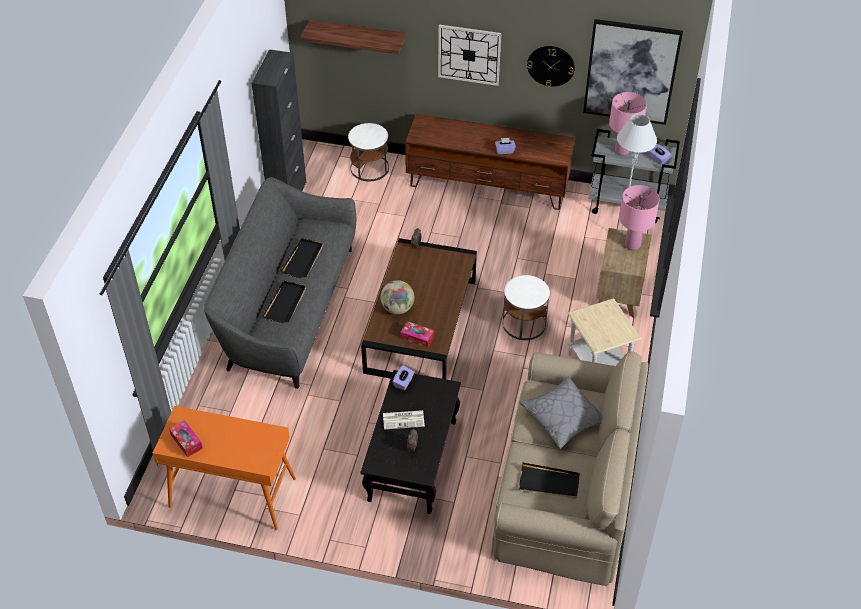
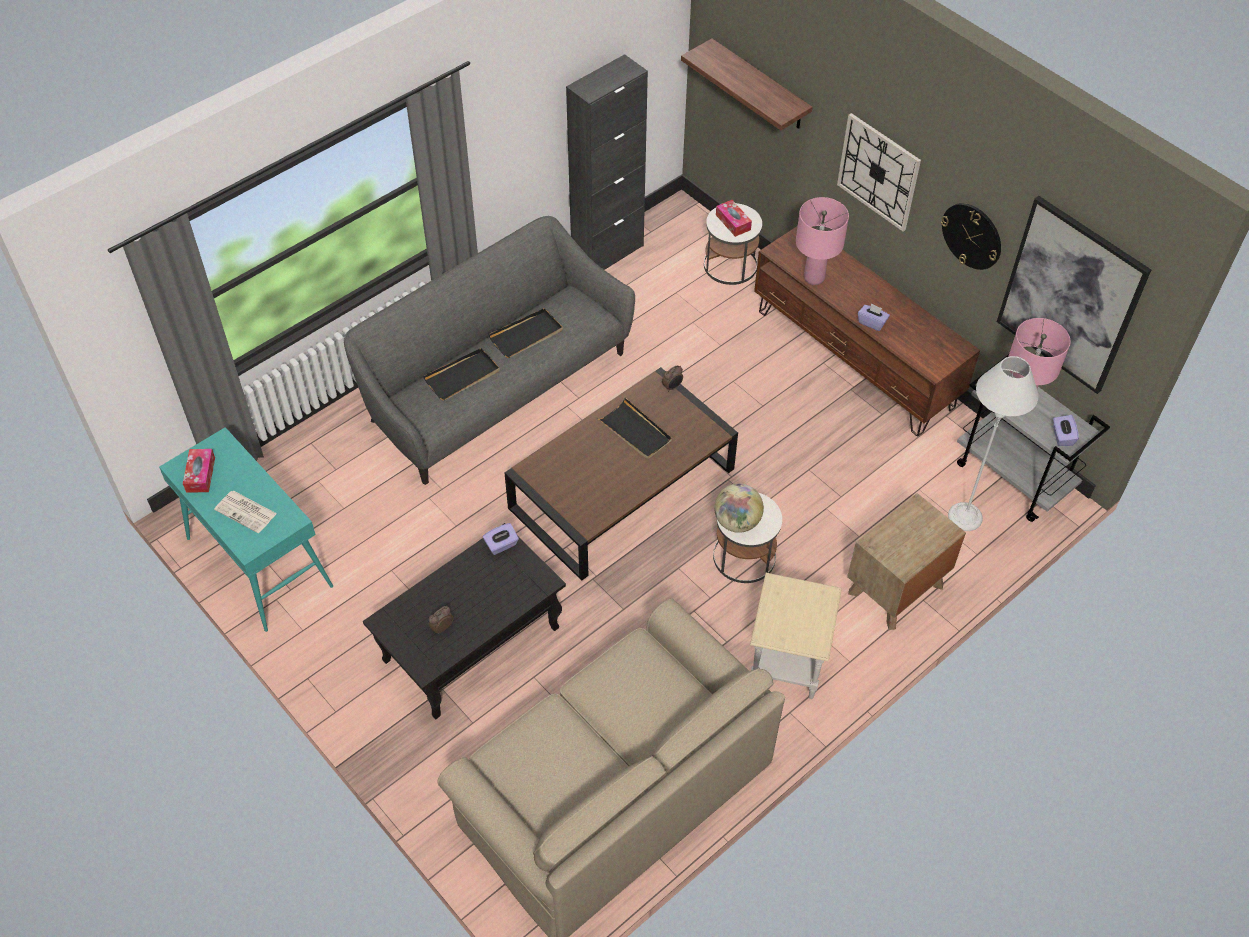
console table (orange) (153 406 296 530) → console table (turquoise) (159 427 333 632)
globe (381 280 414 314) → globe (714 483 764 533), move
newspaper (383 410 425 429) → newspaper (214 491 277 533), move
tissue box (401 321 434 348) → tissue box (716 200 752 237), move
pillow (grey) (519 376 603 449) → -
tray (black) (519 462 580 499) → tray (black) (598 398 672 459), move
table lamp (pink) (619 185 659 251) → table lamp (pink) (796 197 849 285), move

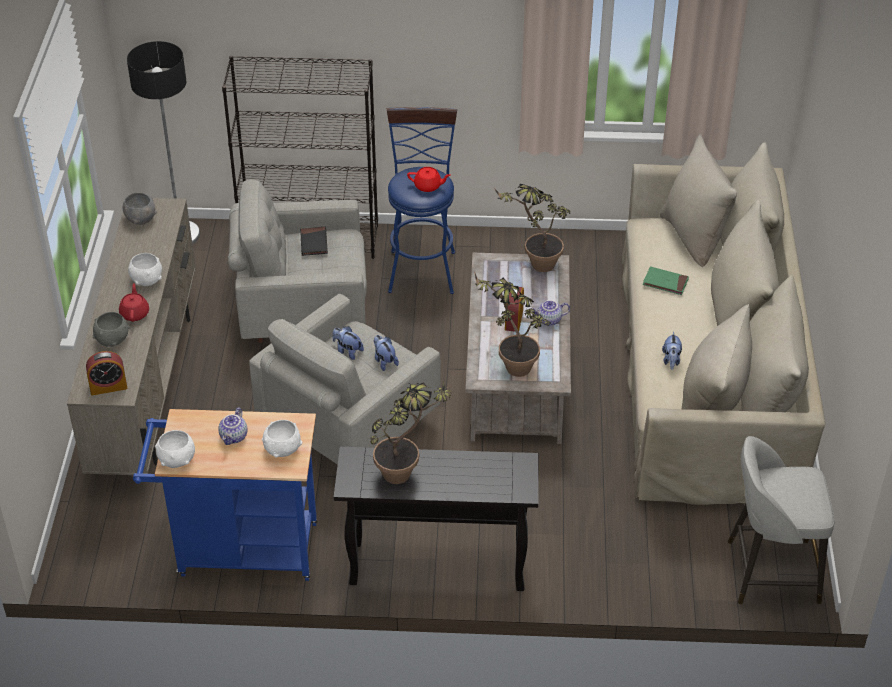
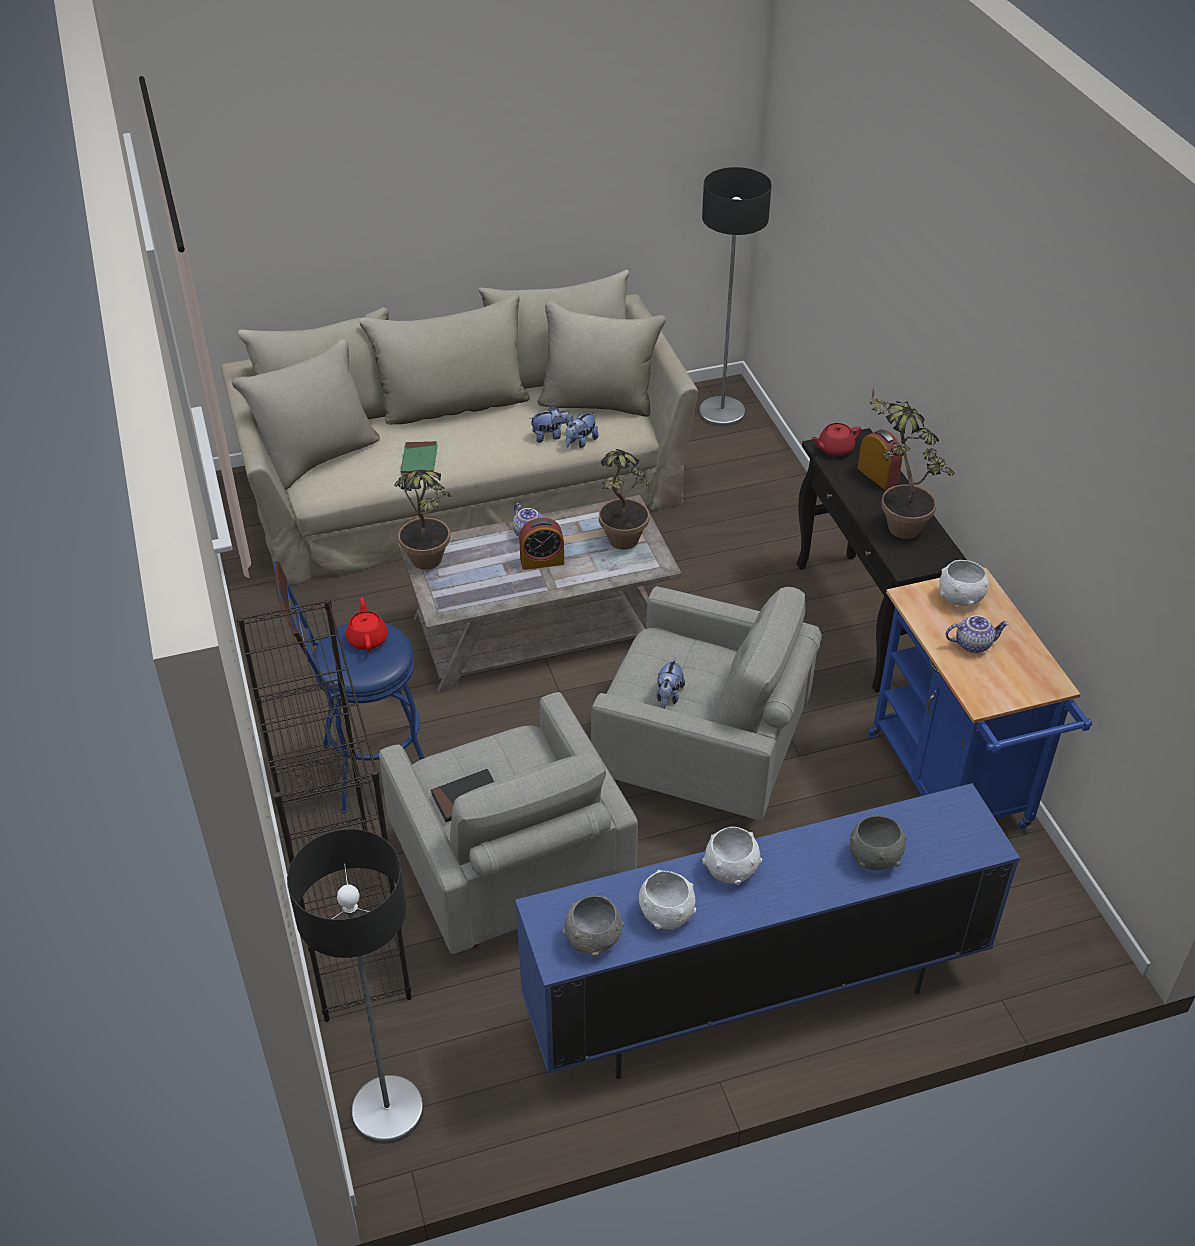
tv stand (beige) (67 198 196 475) → tv stand (blue) (515 783 1020 1079)
alarm clock (86 351 127 395) → alarm clock (857 429 903 490), move
teapot (red) (119 283 149 322) → teapot (red) (811 423 862 456), move
bowl (white) (155 430 195 468) → bowl (white) (639 870 696 929), move
plush toy (374 335 399 371) → plush toy (566 412 598 448), move
stool (grey) (728 436 834 604) → floor lamp (699 167 772 427)

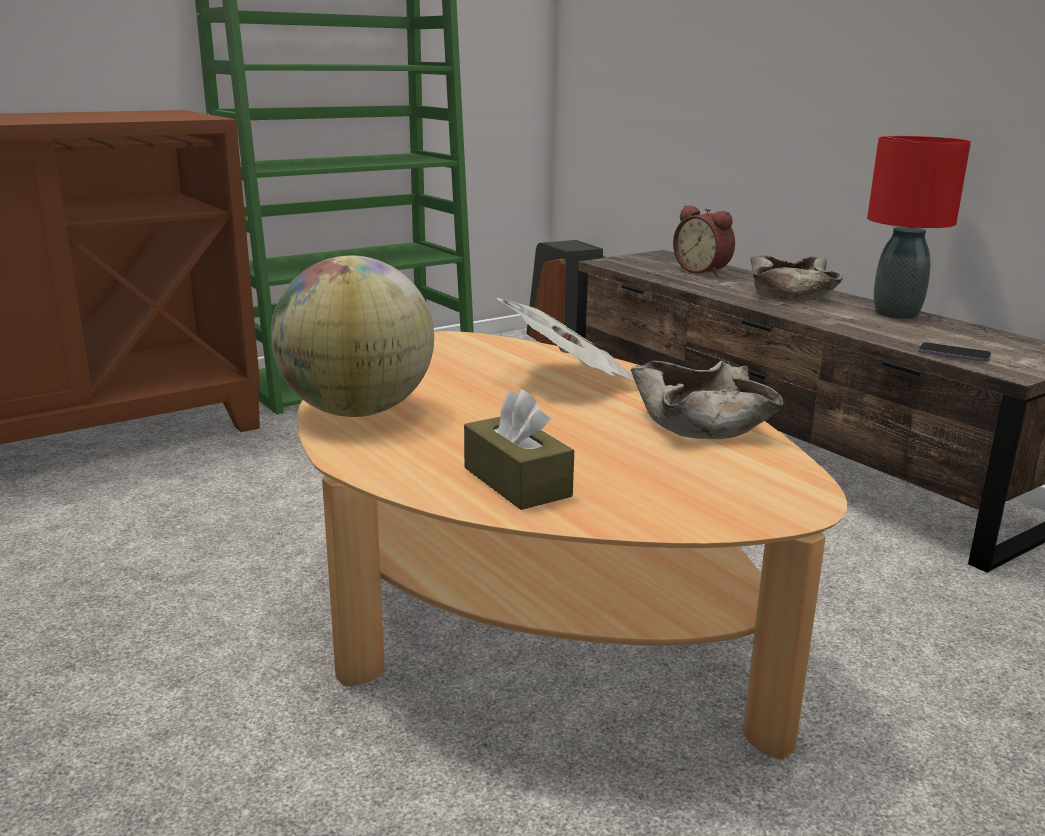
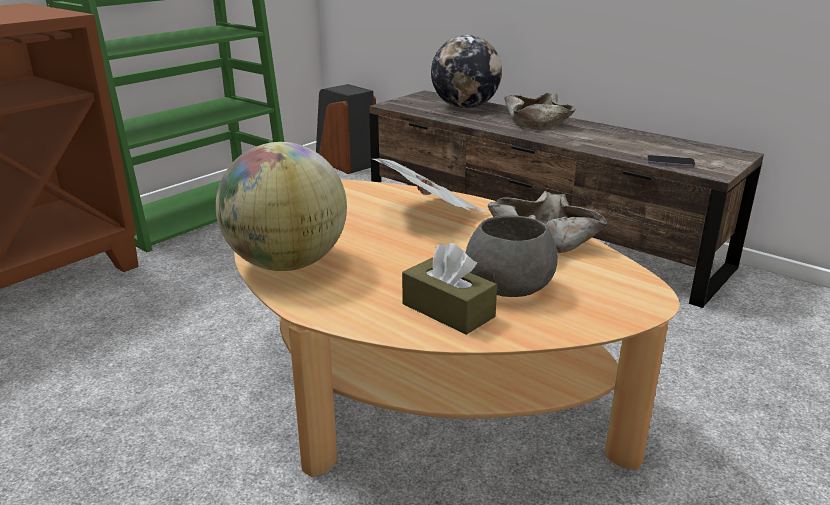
alarm clock (673 205 735 276) → globe (431 35 502 108)
table lamp (red) (867 136 971 319) → -
- → bowl (grey) (466 215 558 297)

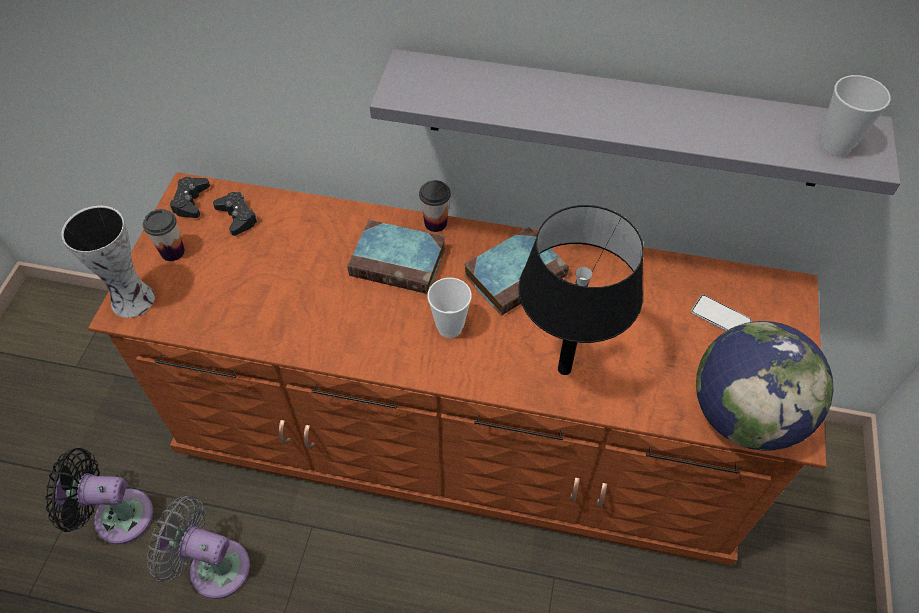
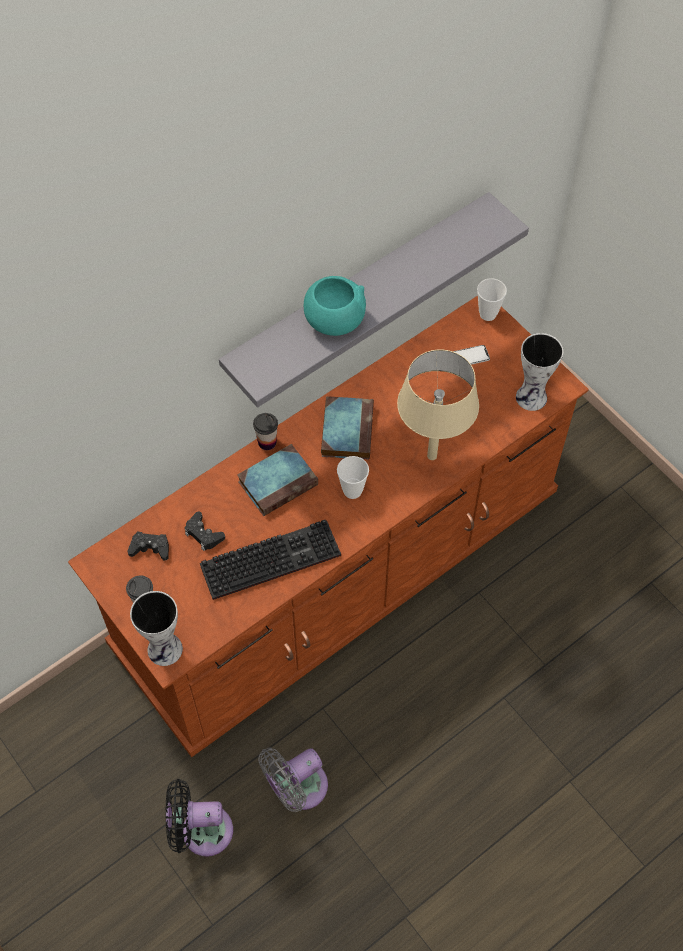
fan (black) (45 448 153 544) → fan (black) (165 779 233 857), 45 degrees clockwise
game controller (black) (170 177 210 218) → game controller (black) (185 511 225 551), move
table lamp (black) (518 205 644 375) → table lamp (beige) (397 349 479 460)
globe (696 321 834 451) → vase (516 333 563 411)
cup (820 75 891 157) → cup (477 278 507 321), move
- → keyboard (200 520 341 600)
- → bowl (turquoise) (304 276 366 336)

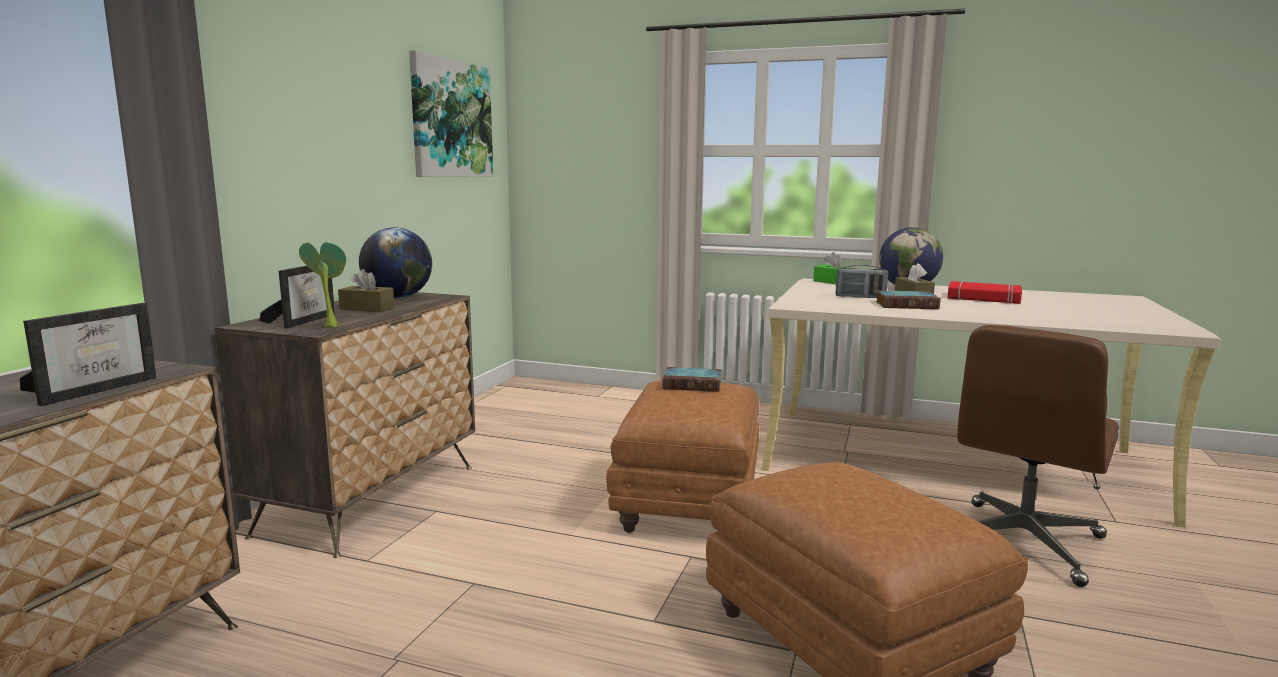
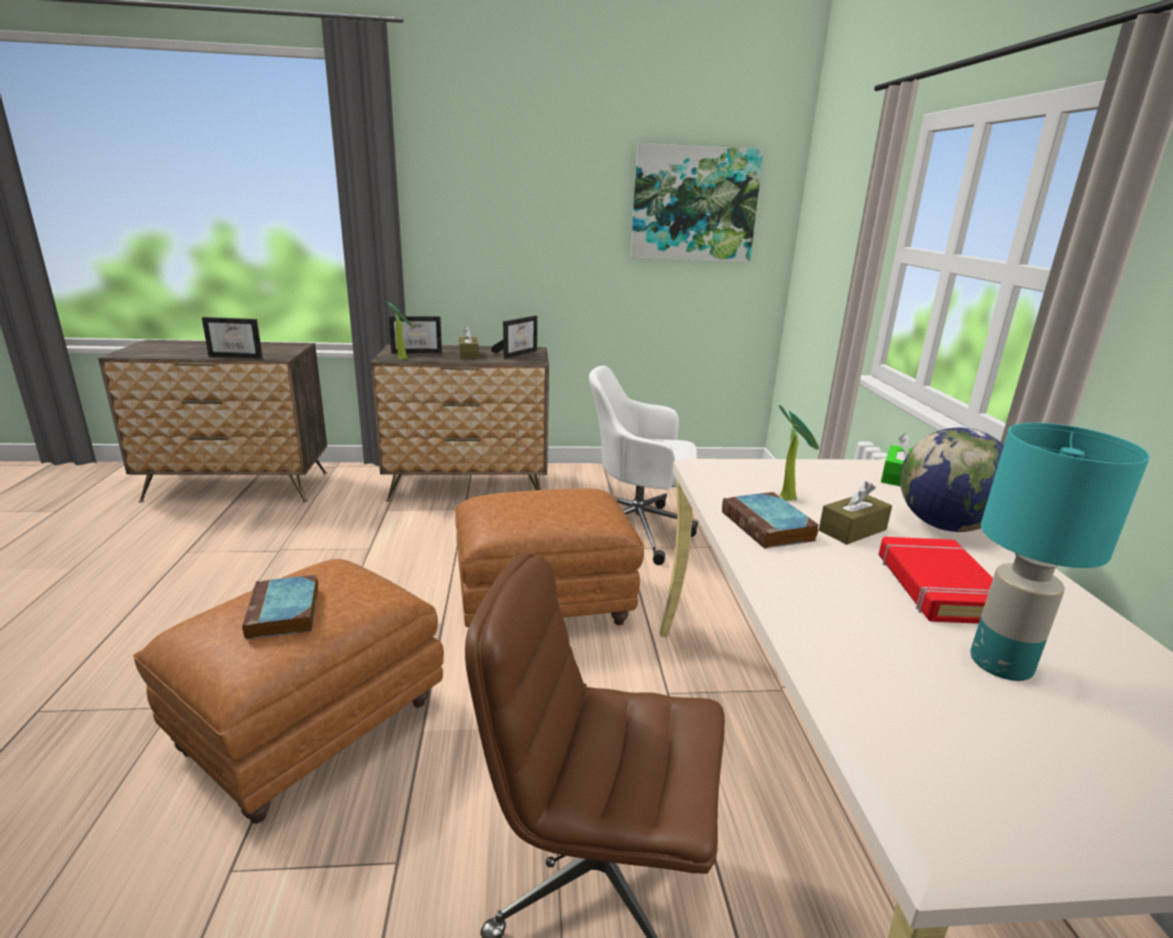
globe (359 227 432 298) → picture frame (491 316 537 359)
book (663 367 721 392) → book (242 575 318 640), move
radio (836 265 888 298) → potted plant (779 404 819 501)
- → office chair (white) (589 366 698 565)
- → table lamp (turquoise) (970 423 1150 681)

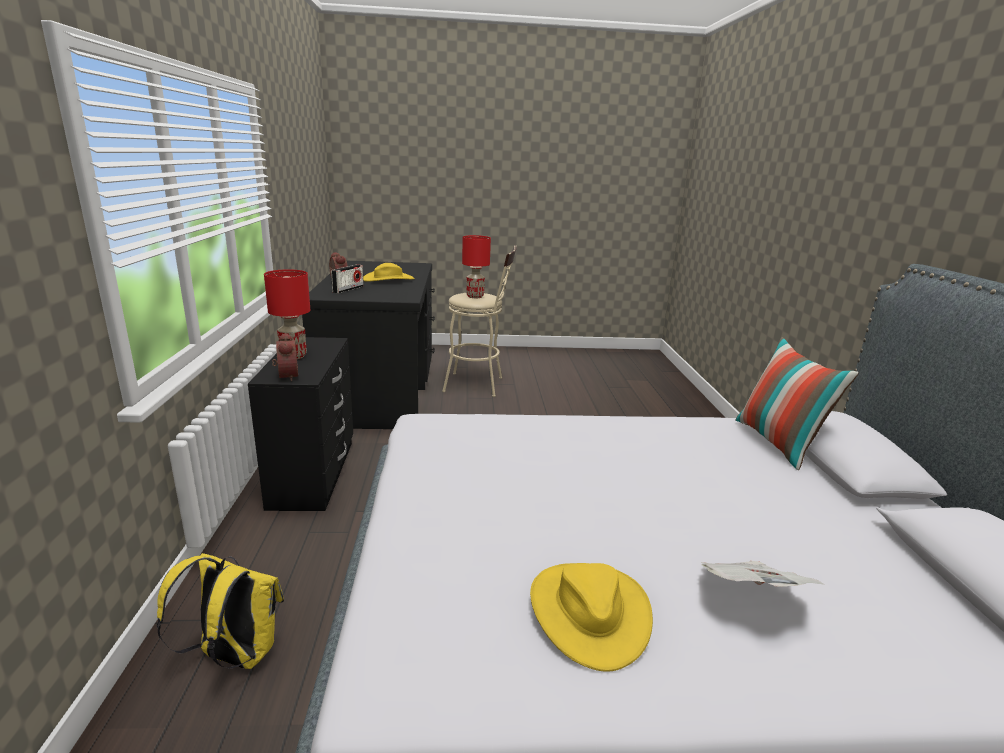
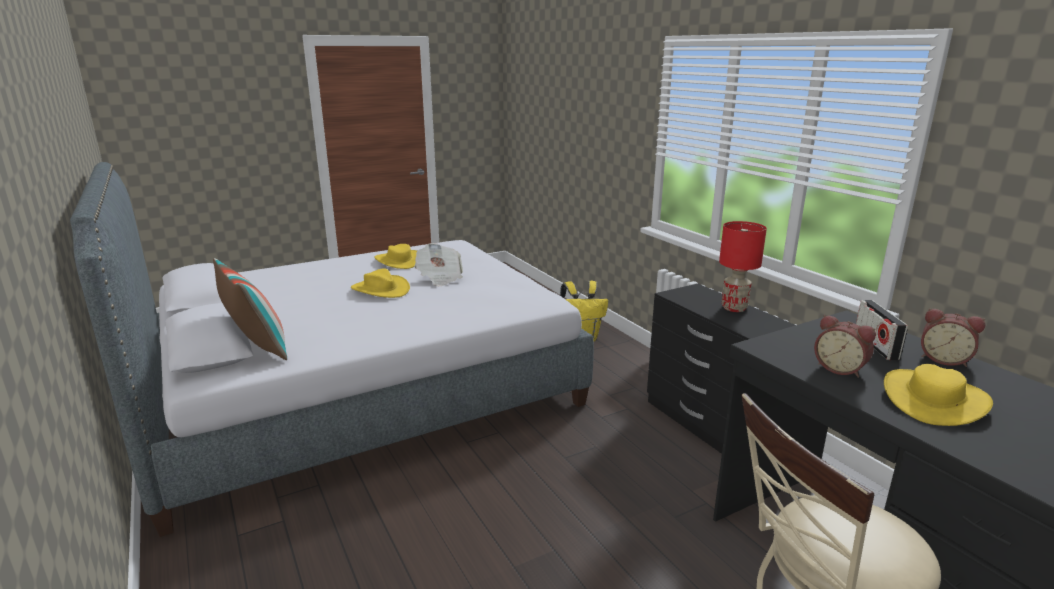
alarm clock (272 333 298 381) → alarm clock (814 315 876 378), move
table lamp (red) (462 235 491 298) → -
newspaper (701 561 824 587) → newspaper (415 243 463 286), move
- → hat (yellow) (351 268 410 298)

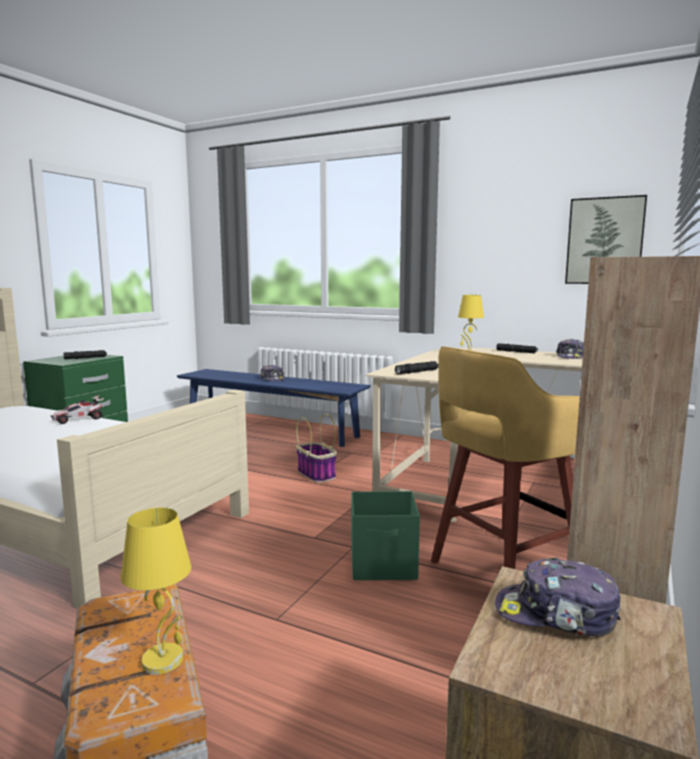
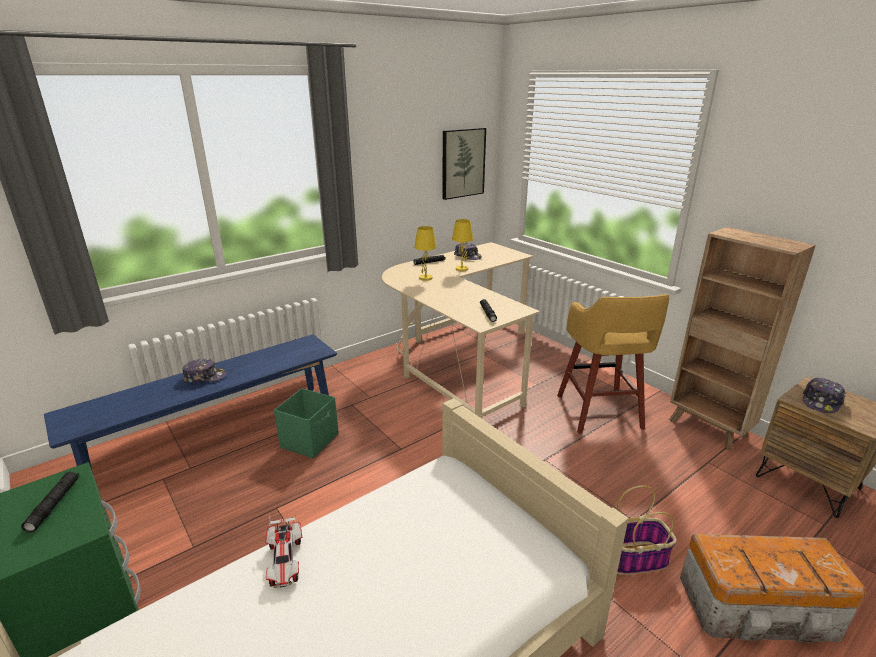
table lamp (yellow) (121 508 191 675) → table lamp (yellow) (452 219 473 271), move
basket (296 414 337 483) → basket (617 485 677 575), move
storage box (green) (352 491 420 580) → storage box (green) (274 388 339 458), move

